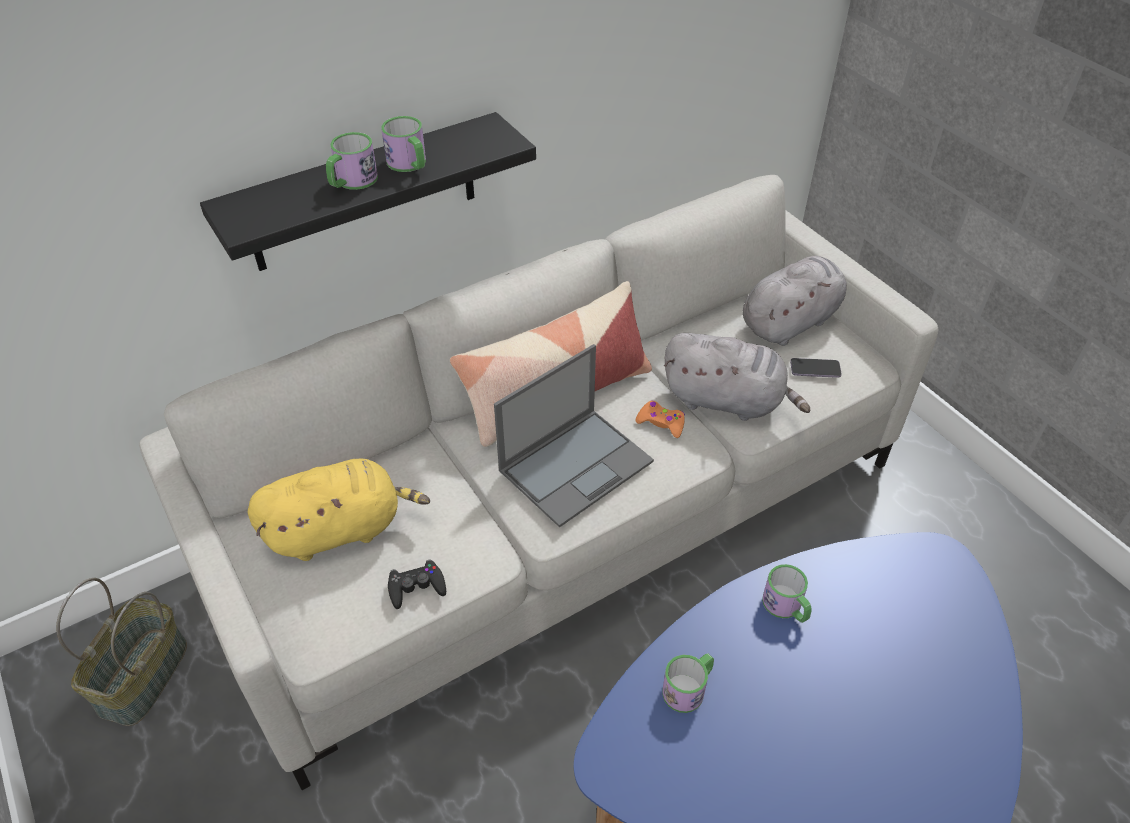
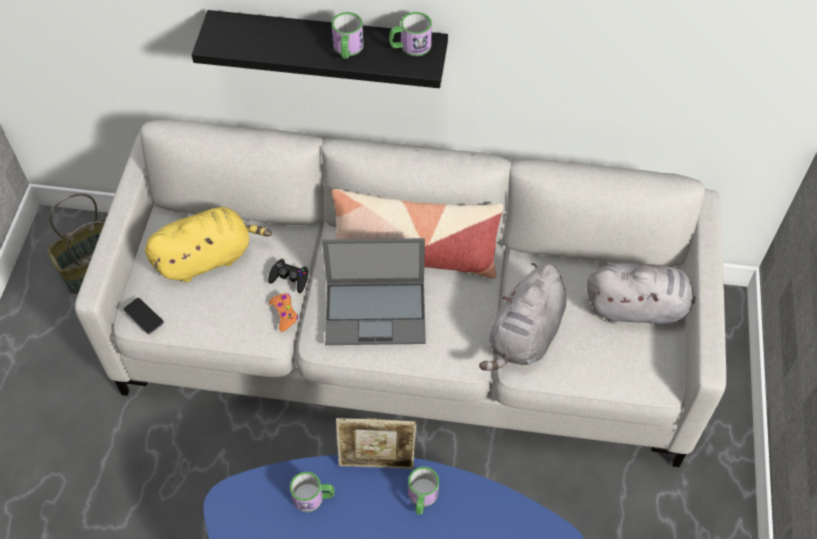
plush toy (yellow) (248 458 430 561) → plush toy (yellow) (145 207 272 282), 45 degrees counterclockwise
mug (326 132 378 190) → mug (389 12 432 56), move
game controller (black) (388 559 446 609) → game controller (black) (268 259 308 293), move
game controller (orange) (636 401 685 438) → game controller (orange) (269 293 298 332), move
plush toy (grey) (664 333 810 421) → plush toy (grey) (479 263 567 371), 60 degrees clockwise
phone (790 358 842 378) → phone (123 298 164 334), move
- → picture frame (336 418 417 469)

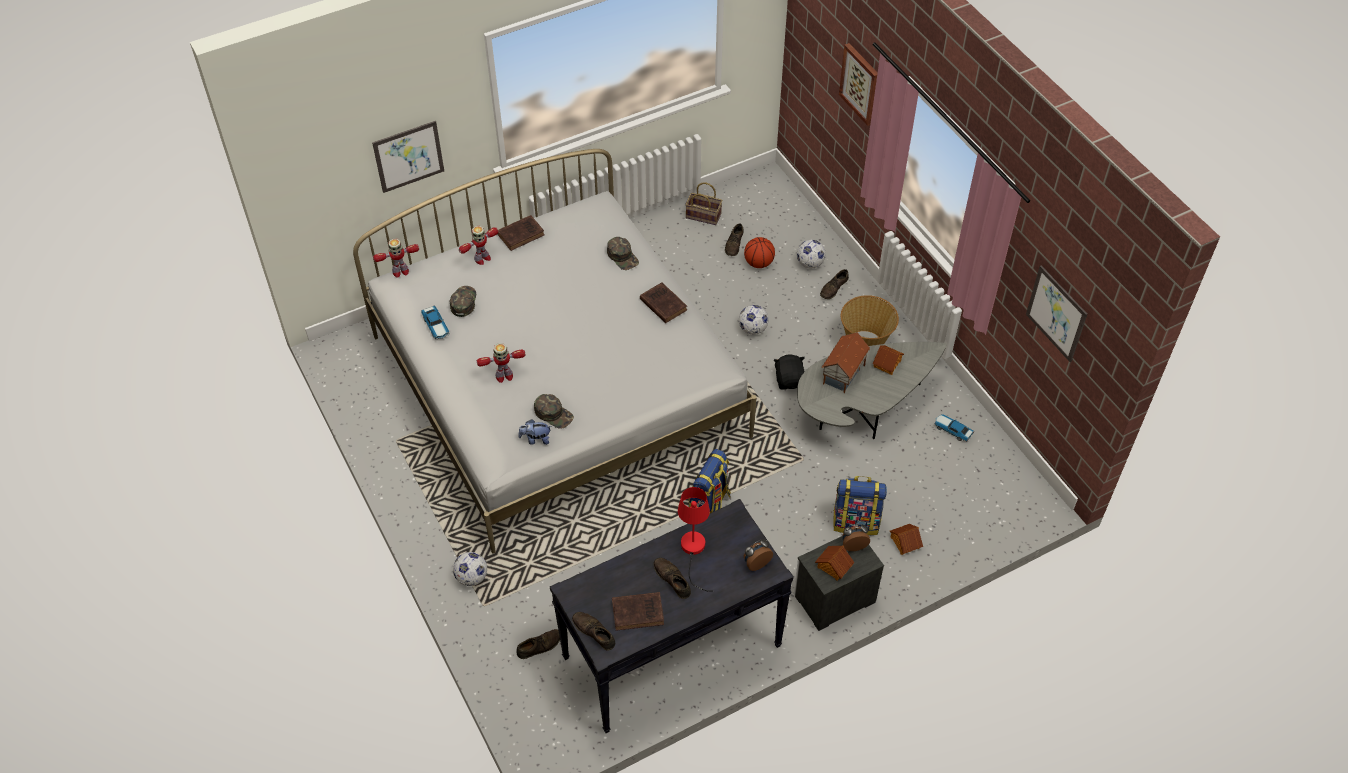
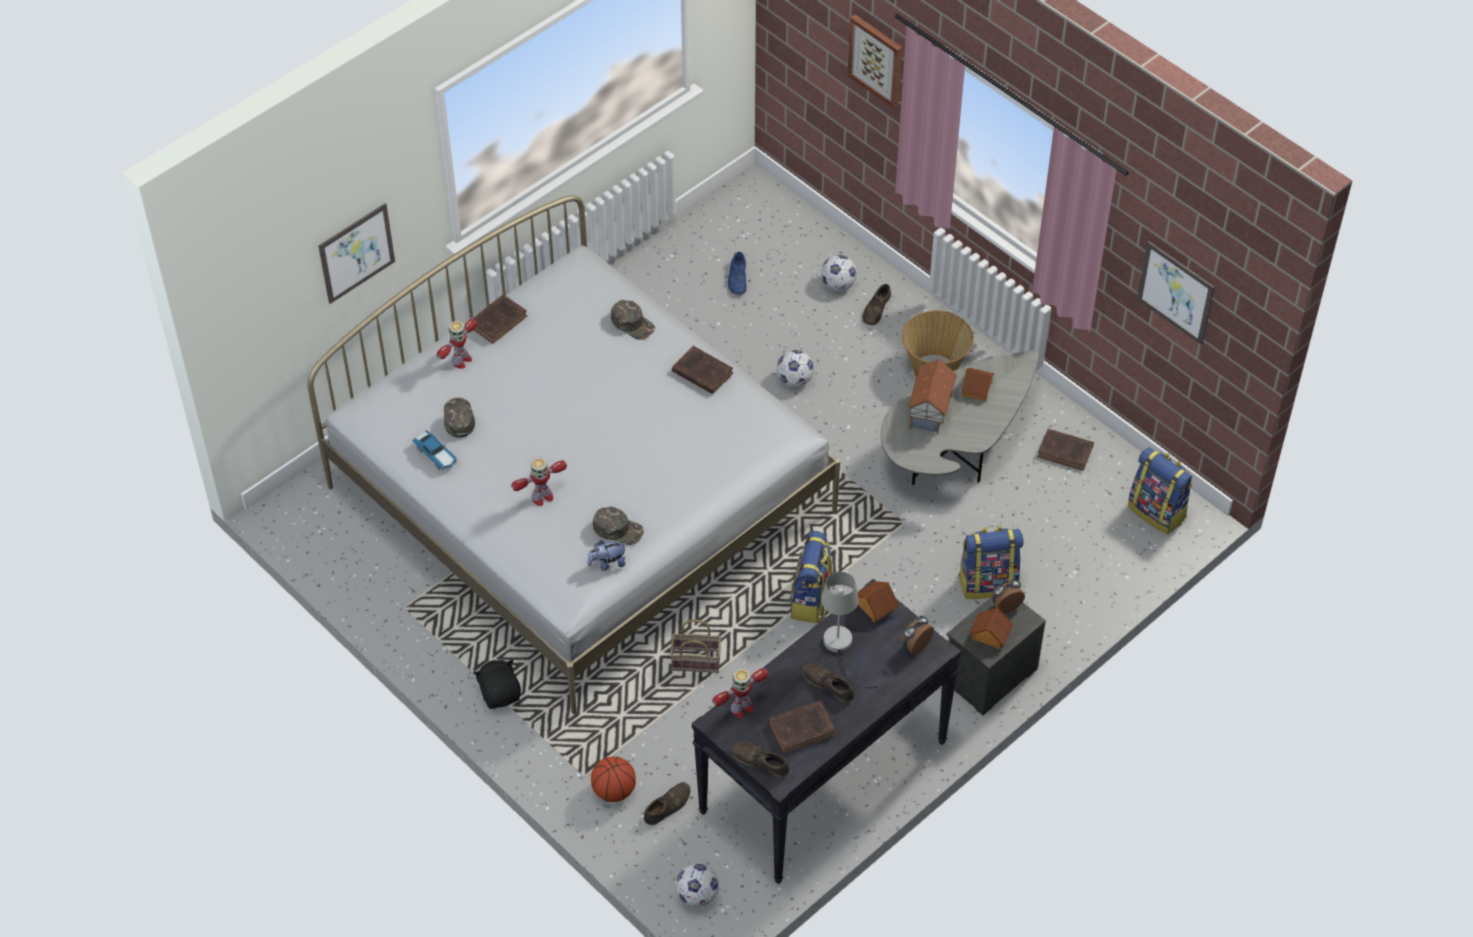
toy robot (373 239 419 278) → toy robot (712 668 769 718), move
football (453 552 487 586) → football (676 863 719 907), move
table lamp (red) (678 487 713 592) → table lamp (grey) (821 572 878 689)
basket (685 182 722 225) → basket (670 619 721 673), move
shoe (brown) (725 223 744 256) → shoe (blue) (728 252 747 295)
basketball (744 237 775 268) → basketball (591 757 636 802), move
plush toy (black) (774 354 805 390) → plush toy (black) (474 660 521 709), move
toy house (890 524 923 555) → toy house (857 581 899 622), move
toy car (934 414 974 441) → book (brown) (1037 429 1094 471)
- → backpack (1128 447 1193 534)

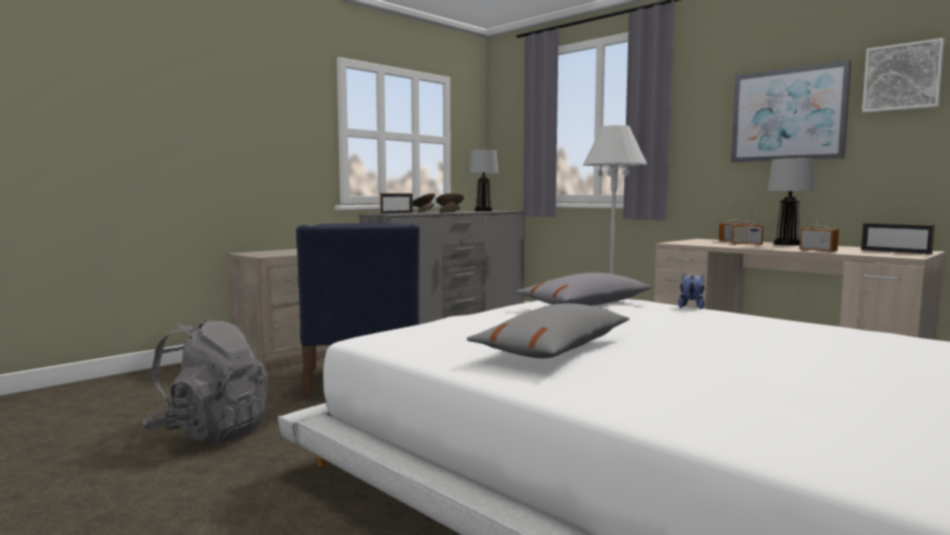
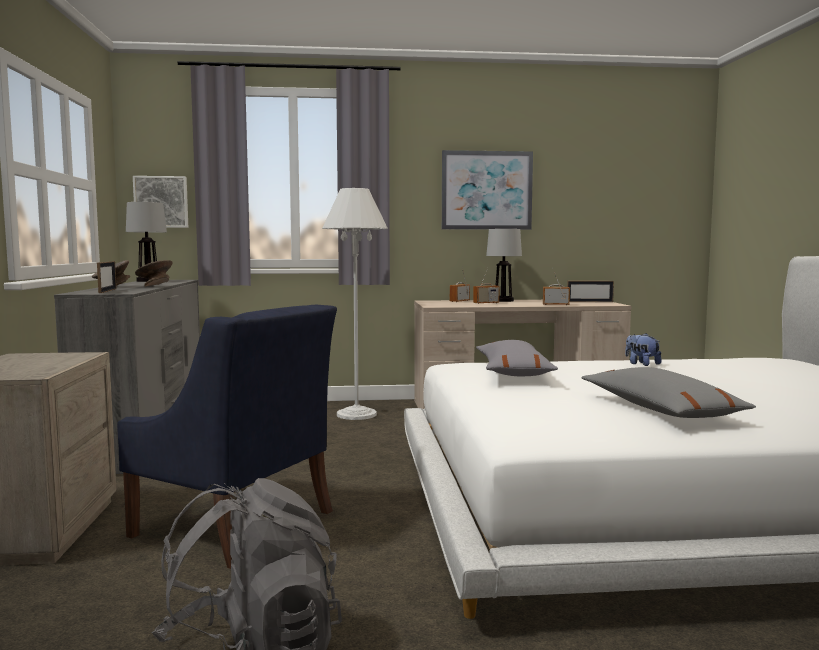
plush toy (678 273 705 309) → plush toy (625 333 661 366), move
picture (862 38 945 113) → picture (133 176 188 228), move

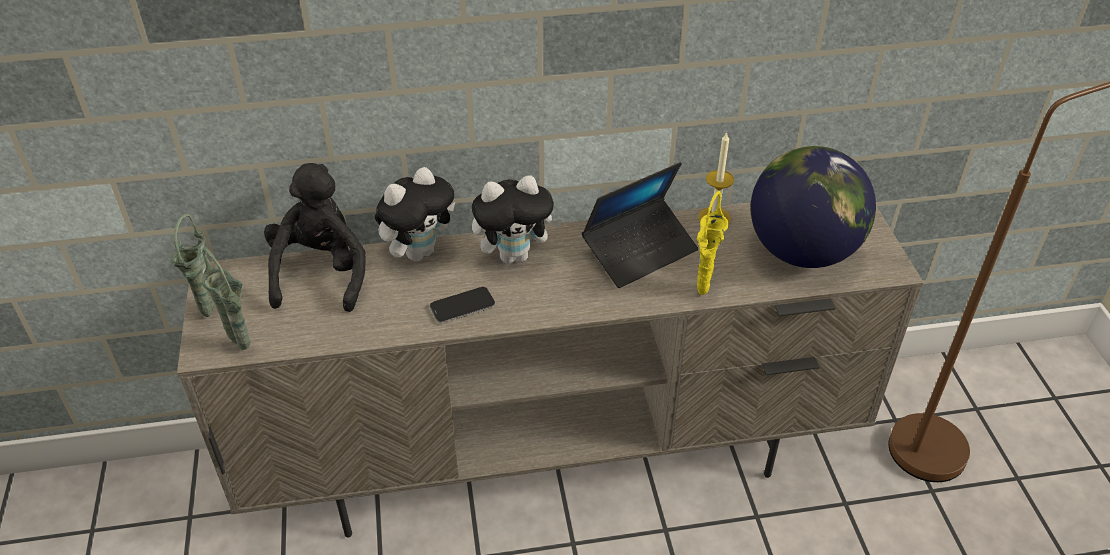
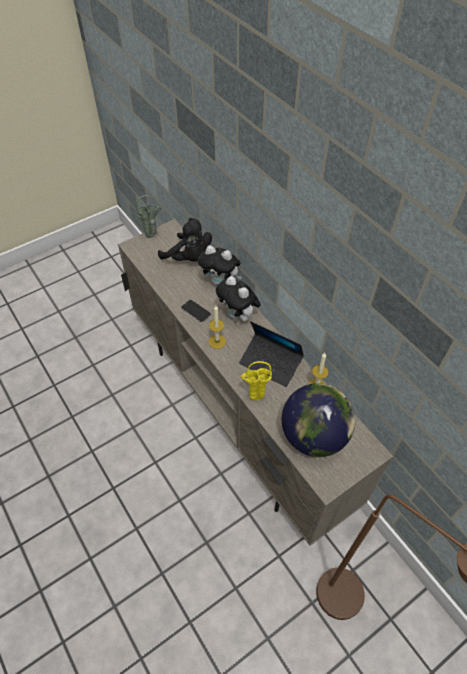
vase (green) (202 248 250 350) → -
plush toy (black) (264 163 366 312) → plush toy (black) (158 218 212 261), 60 degrees clockwise
- → candle (209 306 226 349)

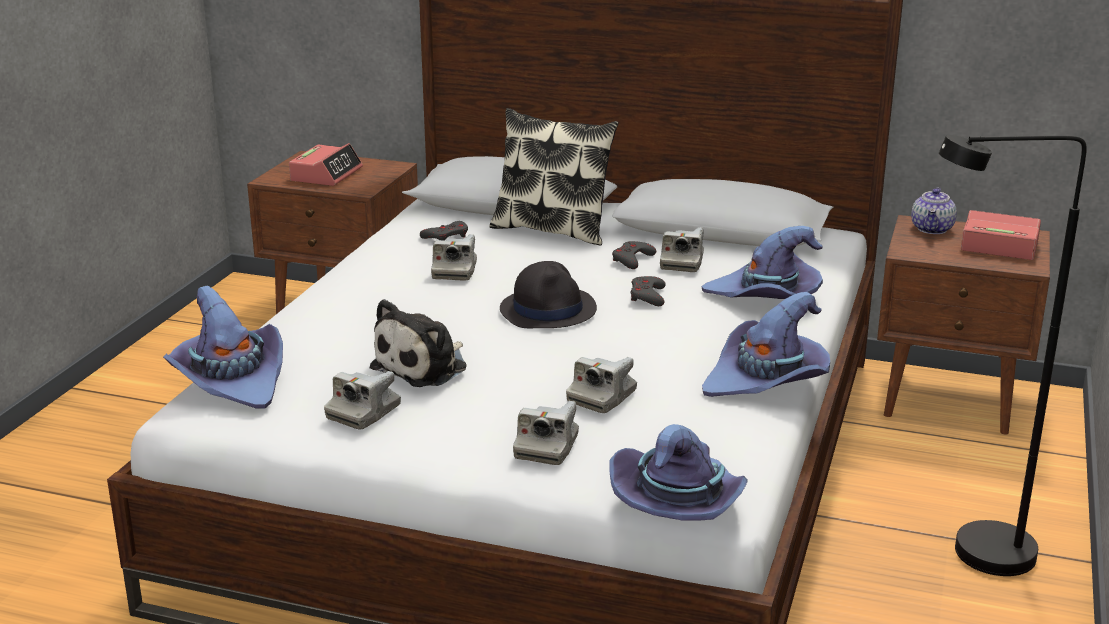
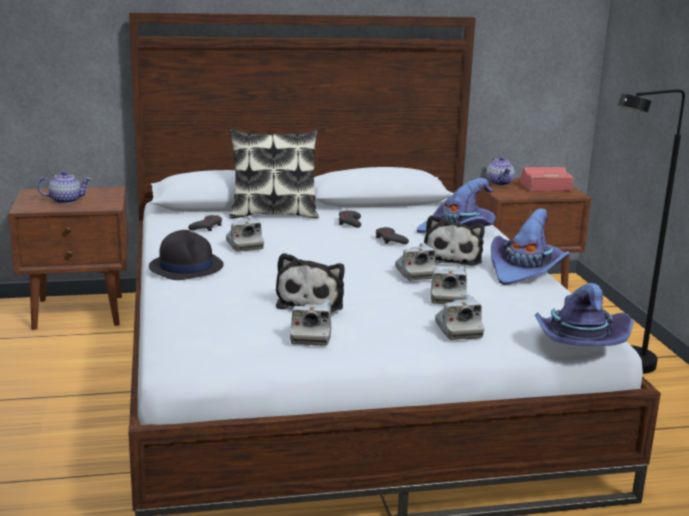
hat (purple) (163 286 283 409) → -
alarm clock (289 143 363 186) → teapot (37 171 91 204)
hat (black) (500 261 597 328) → hat (black) (149 230 223 280), move
photo camera (660 227 704 272) → photo camera (395 243 438 281), move
- → plush toy (424 215 485 266)

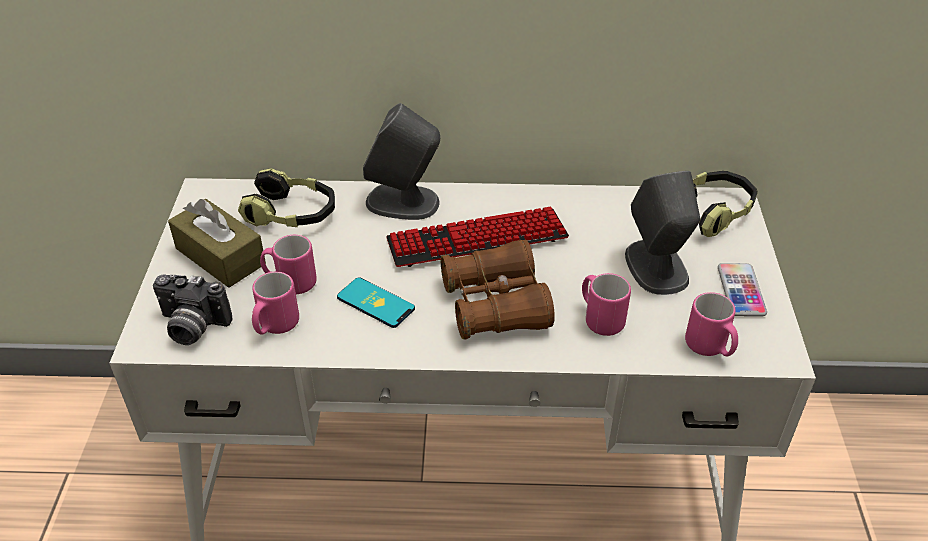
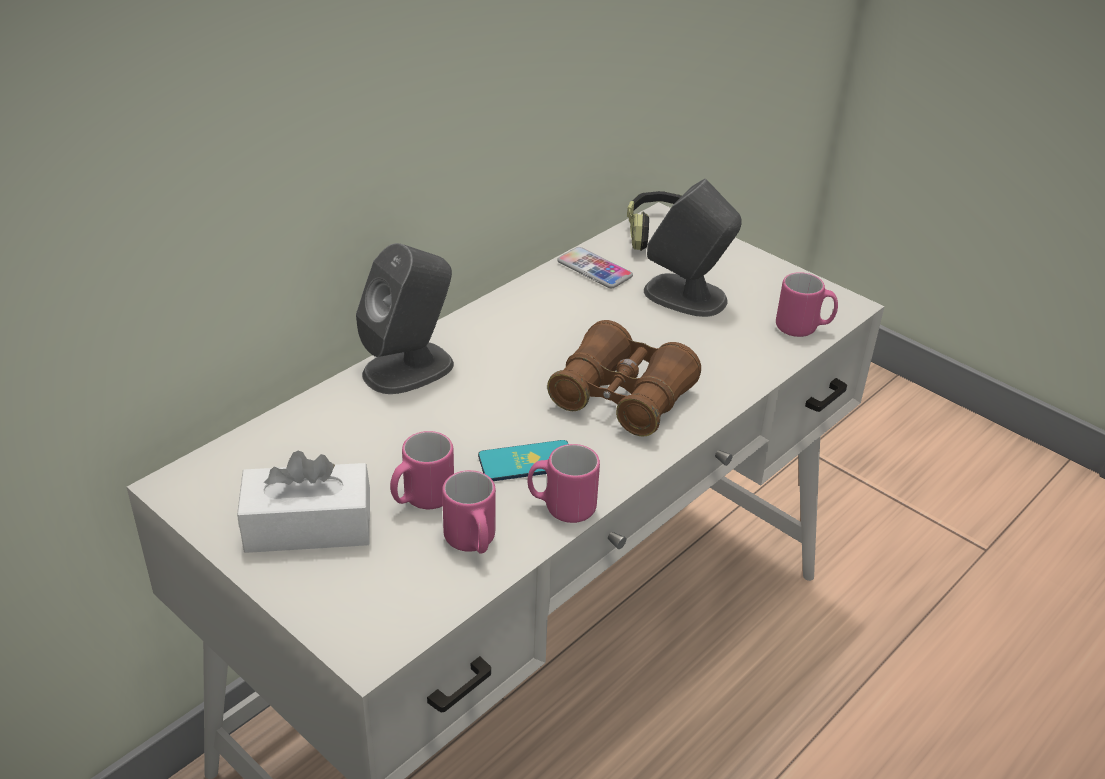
photo camera (153 274 233 345) → -
tissue box (brown) (168 199 266 288) → tissue box (white) (237 451 370 553)
headphones (238 168 335 227) → -
keyboard (386 206 569 267) → -
mug (pink) (582 273 631 336) → mug (pink) (527 444 600 523), move
phone (718 263 767 317) → phone (557 247 633 288), move

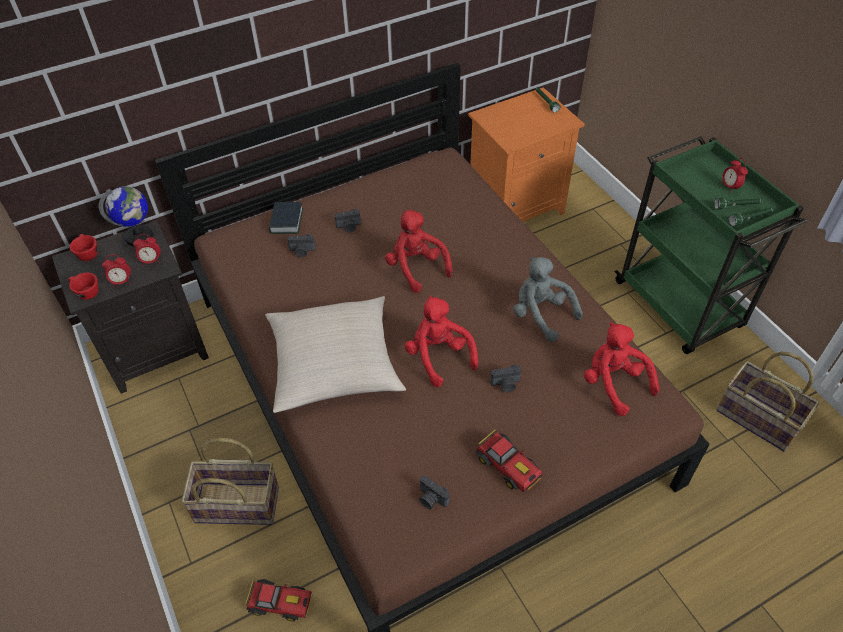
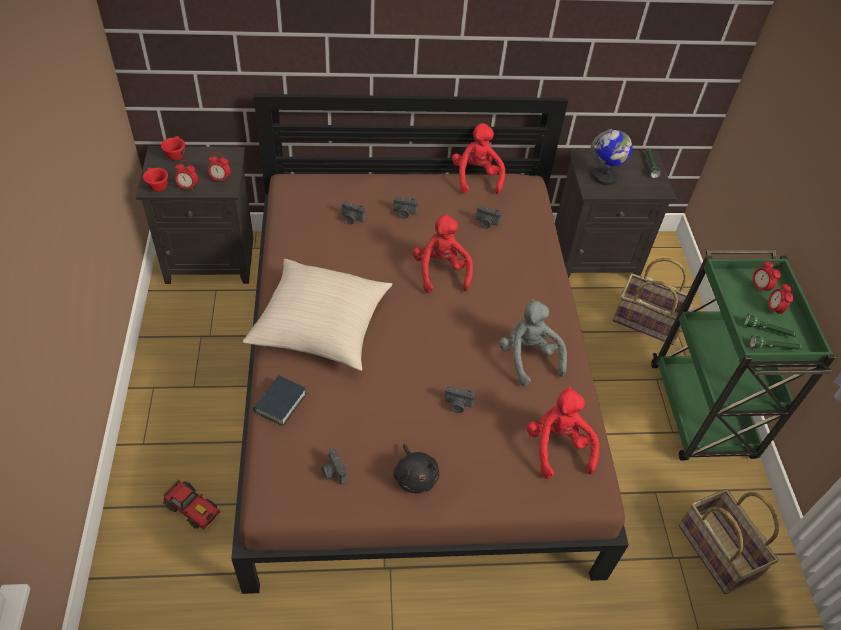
globe (98 186 153 247) → globe (590 129 633 185), move
basket (181 438 279 525) → basket (613 258 695 345), move
book (269 202 303 234) → book (253 375 307 426), move
plush toy (red) (404 296 478 387) → plush toy (red) (452 123 505 194), move
nightstand (orange) (468 87 585 222) → nightstand (black) (555 150 676 278)
toy car (476 430 543 492) → plush toy (black) (393 444 439 494)
- → photo camera (476 205 502 229)
- → alarm clock (750 261 781 295)

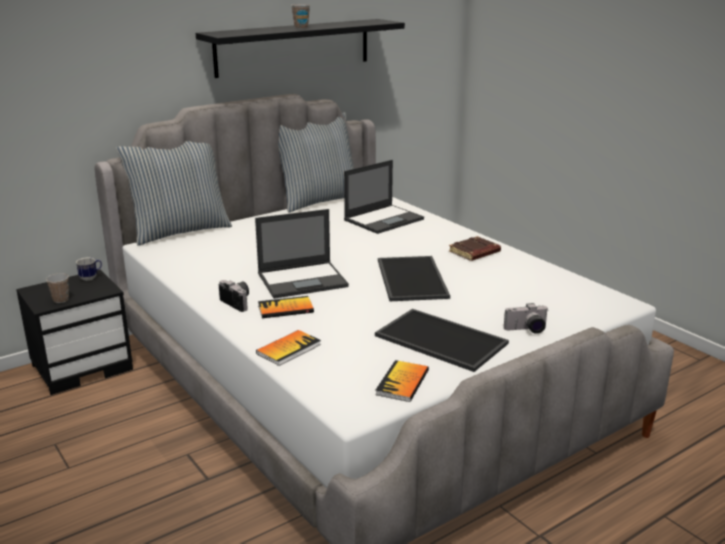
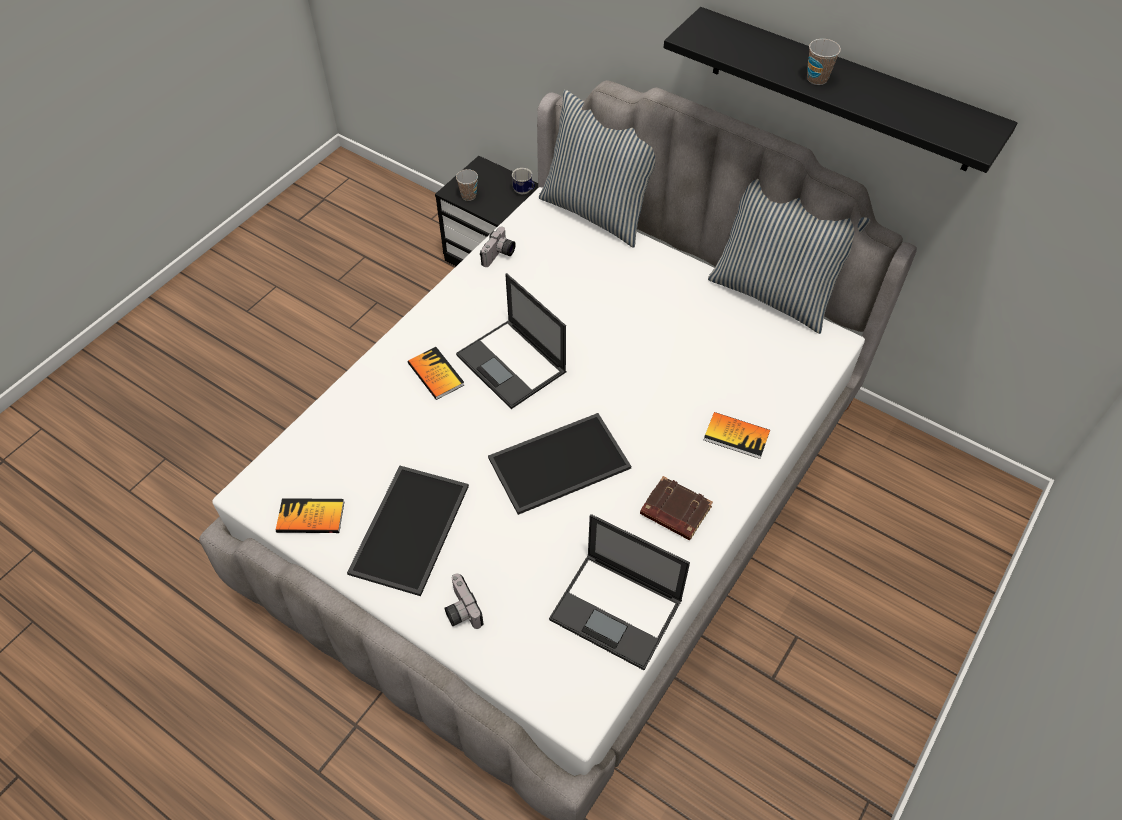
photo camera (219 280 249 312) → photo camera (480 226 516 267), move
book (256 330 321 366) → book (704 412 770 459), move
laptop (344 160 424 234) → laptop (549 514 690 670), move

